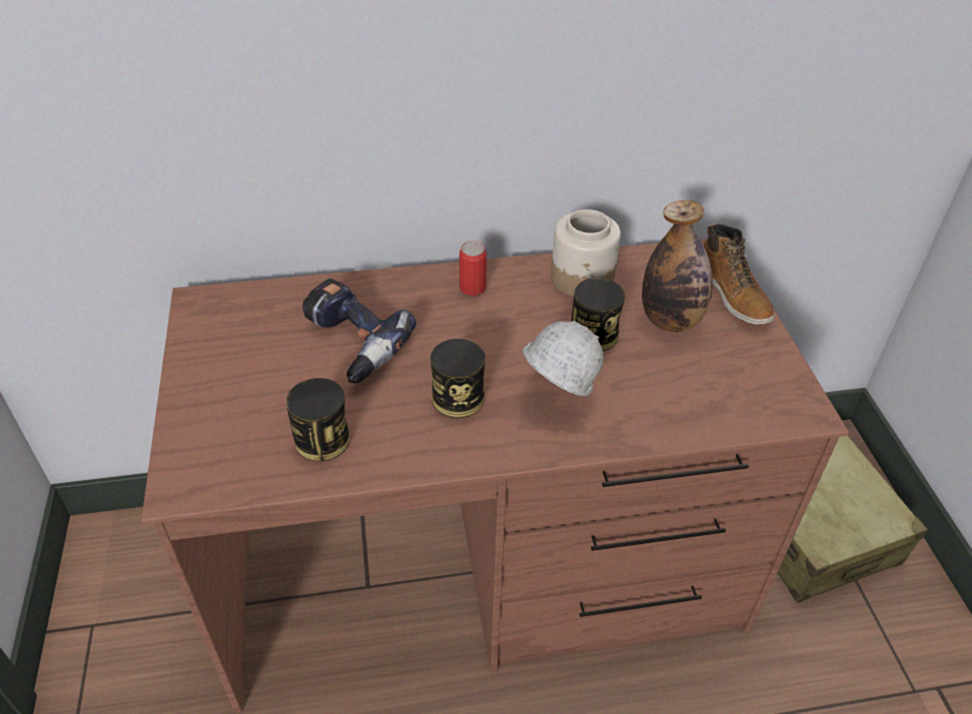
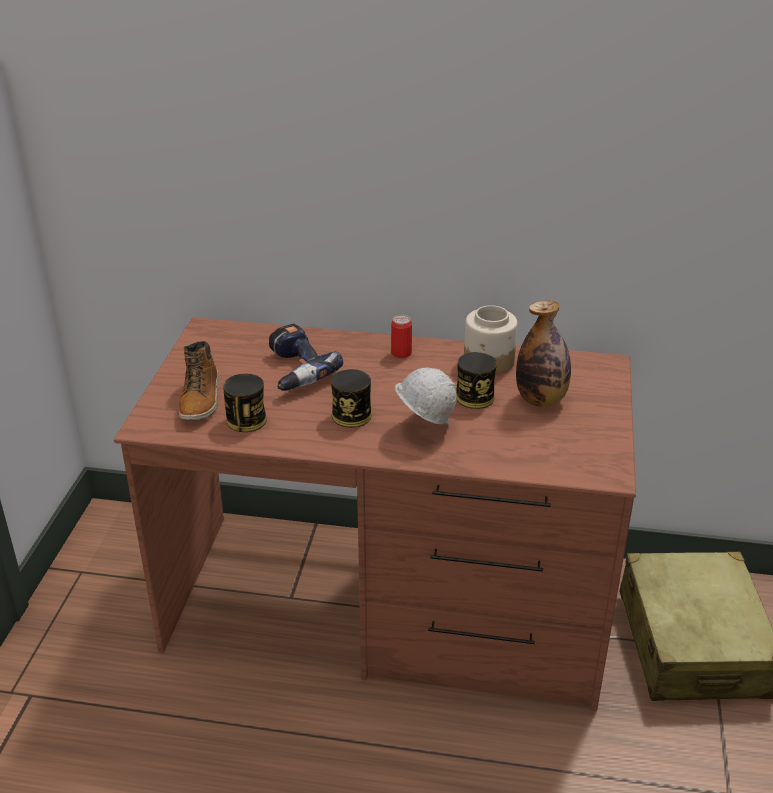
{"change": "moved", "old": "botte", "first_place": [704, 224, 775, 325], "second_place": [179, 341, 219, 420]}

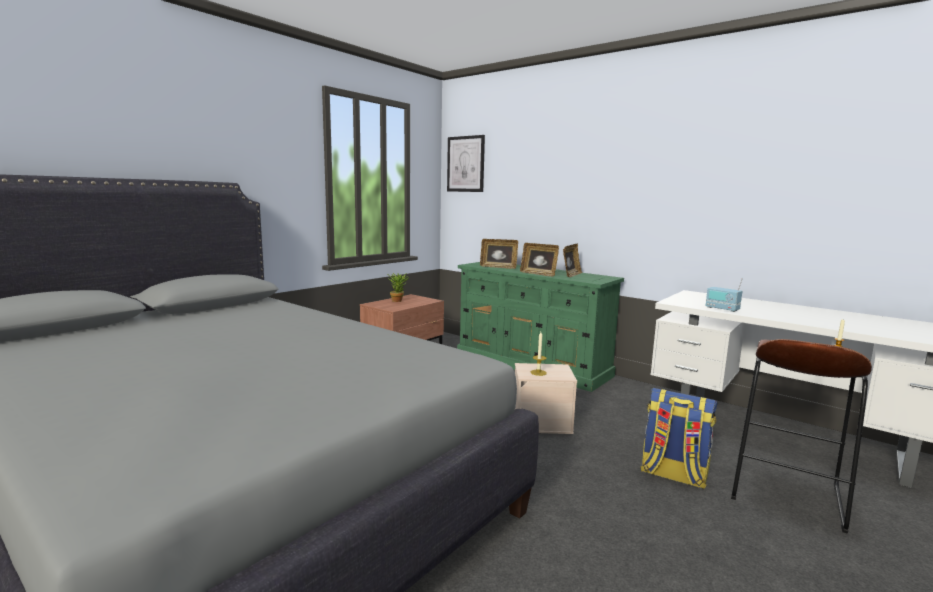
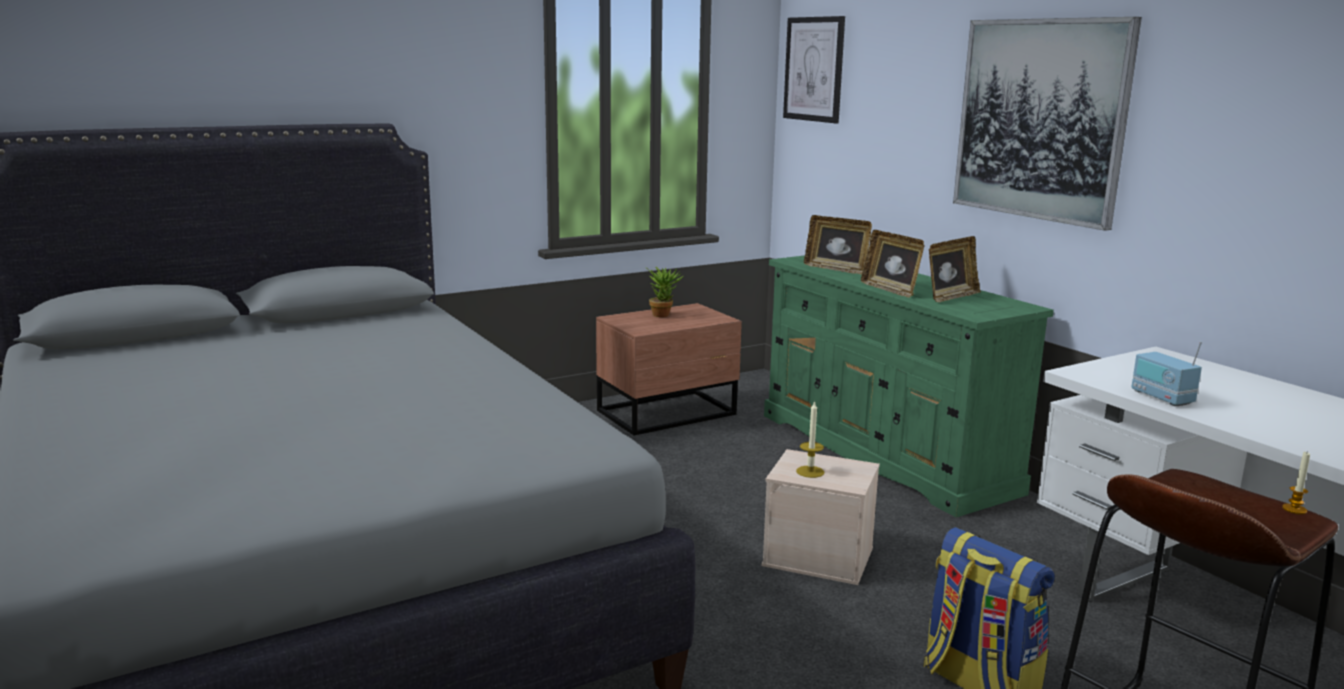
{"change": "added", "new": "tableau", "second_place": [953, 17, 1142, 231]}

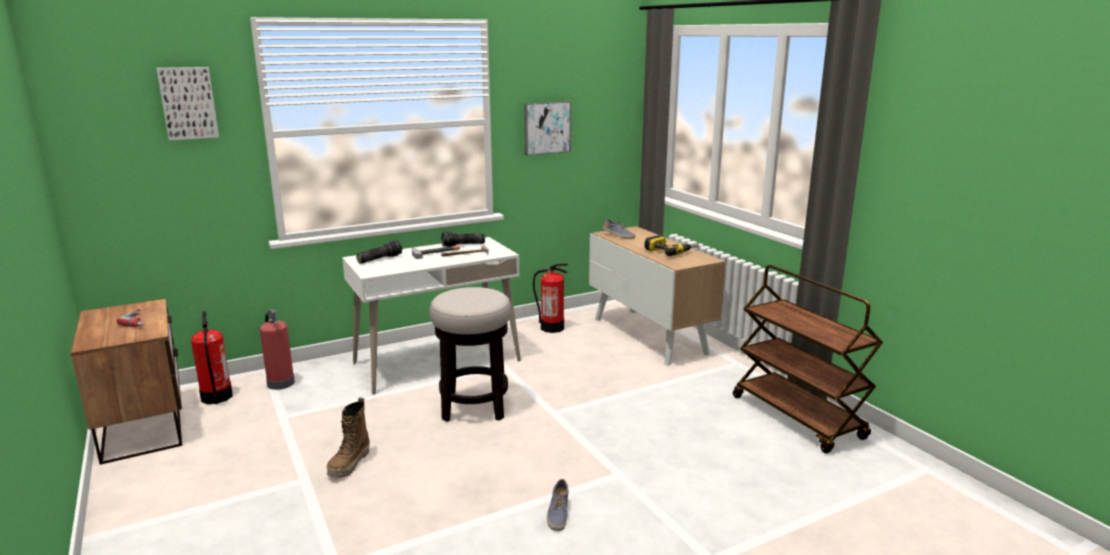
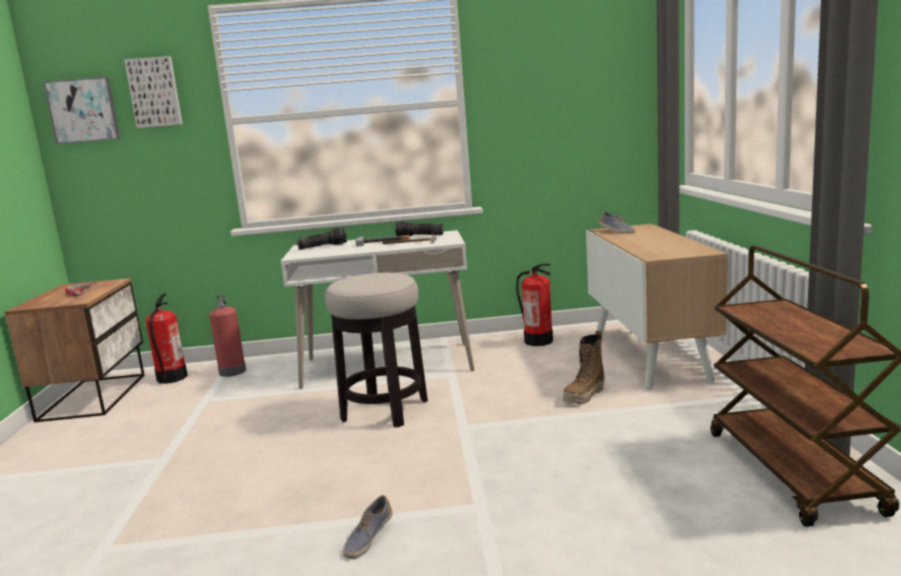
{"change": "moved", "old": "tableau", "first_place": [524, 101, 571, 156], "second_place": [43, 77, 120, 144]}
{"change": "moved", "old": "botte", "first_place": [327, 397, 370, 478], "second_place": [563, 330, 605, 404]}
{"change": "removed", "old": "perceuse", "first_place": [644, 235, 699, 256]}

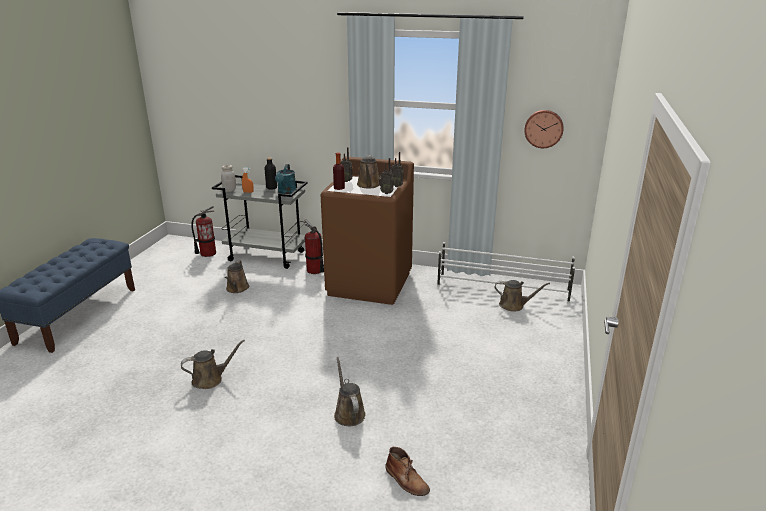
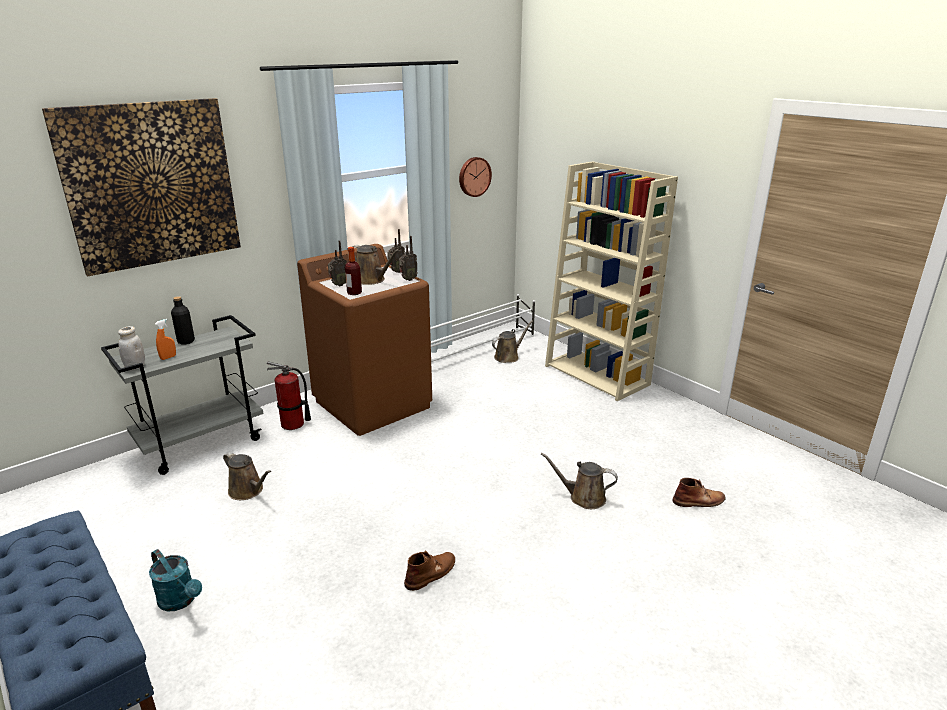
{"change": "added", "new": "tableau", "second_place": [42, 98, 241, 276]}
{"change": "moved", "old": "arrosoir [turquoise]", "first_place": [275, 164, 296, 194], "second_place": [149, 549, 202, 612]}
{"change": "replaced", "old": "arrosoir [marron]", "new": "botte [marron]", "first_place": [181, 340, 245, 389], "second_place": [404, 550, 455, 591]}
{"change": "added", "new": "bibliothèque [beige]", "second_place": [545, 161, 678, 401]}
{"change": "removed", "old": "extincteur", "first_place": [191, 206, 216, 257]}

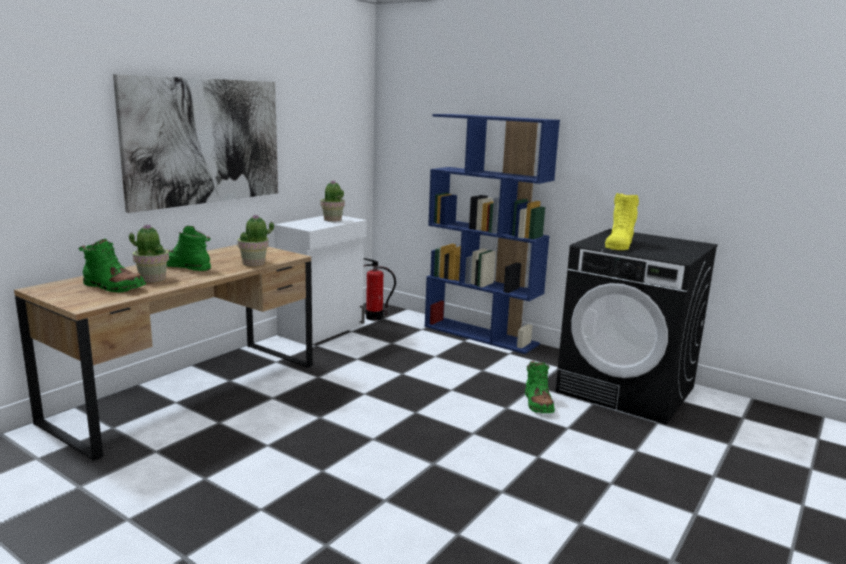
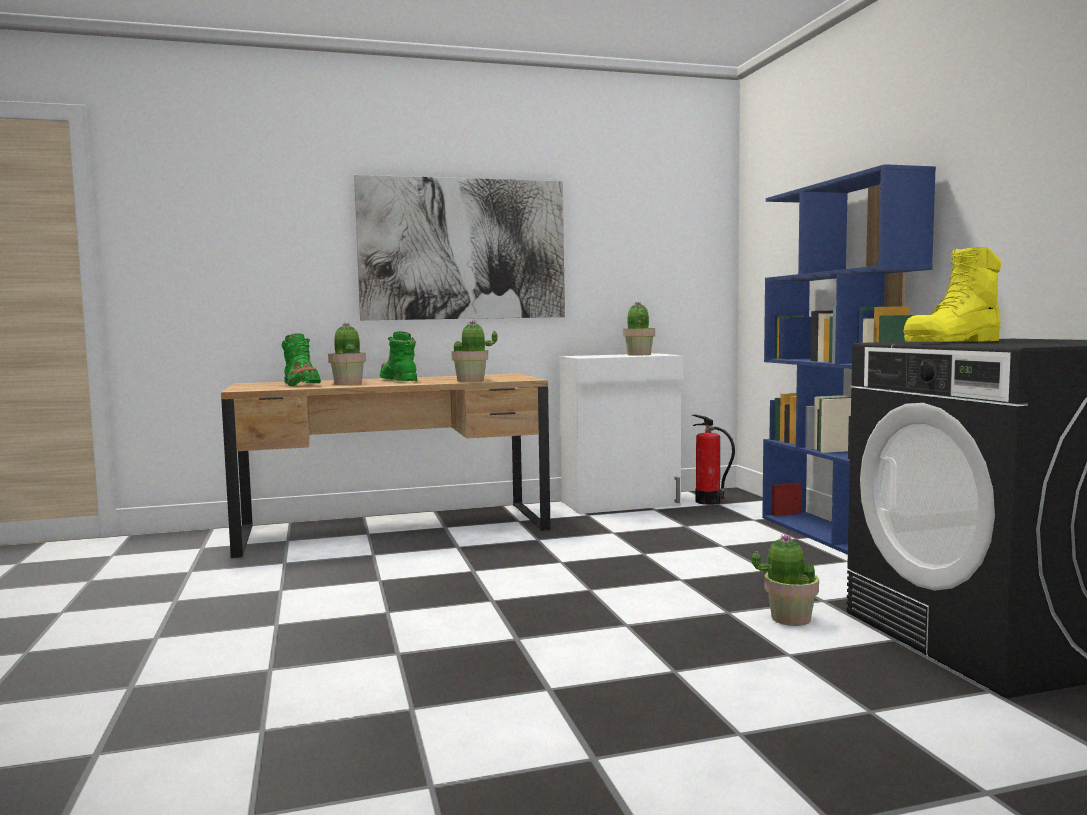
{"change": "replaced", "old": "botte [vert]", "new": "plante en pot", "first_place": [525, 361, 555, 413], "second_place": [752, 534, 819, 626]}

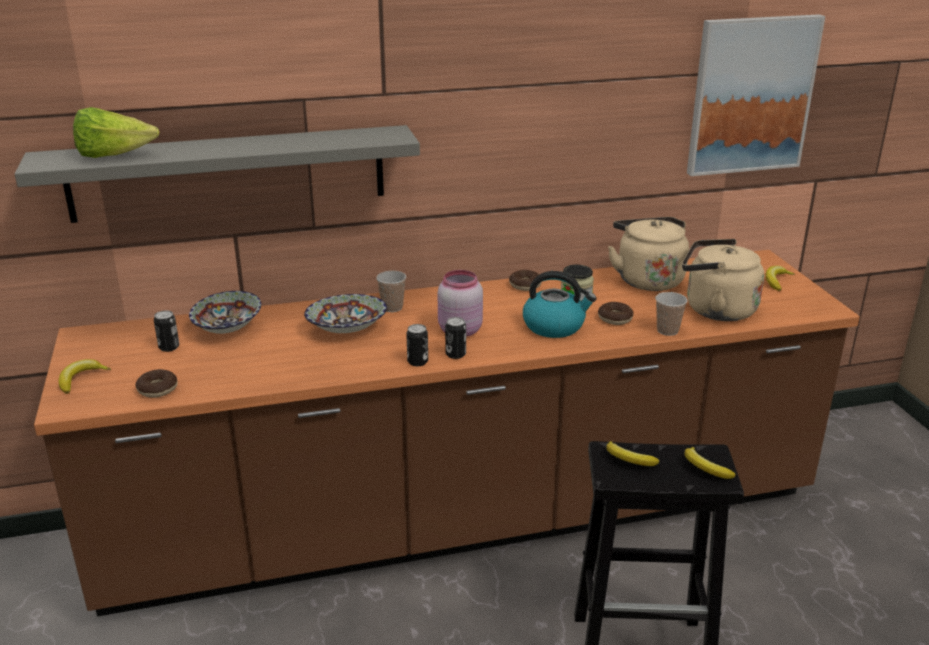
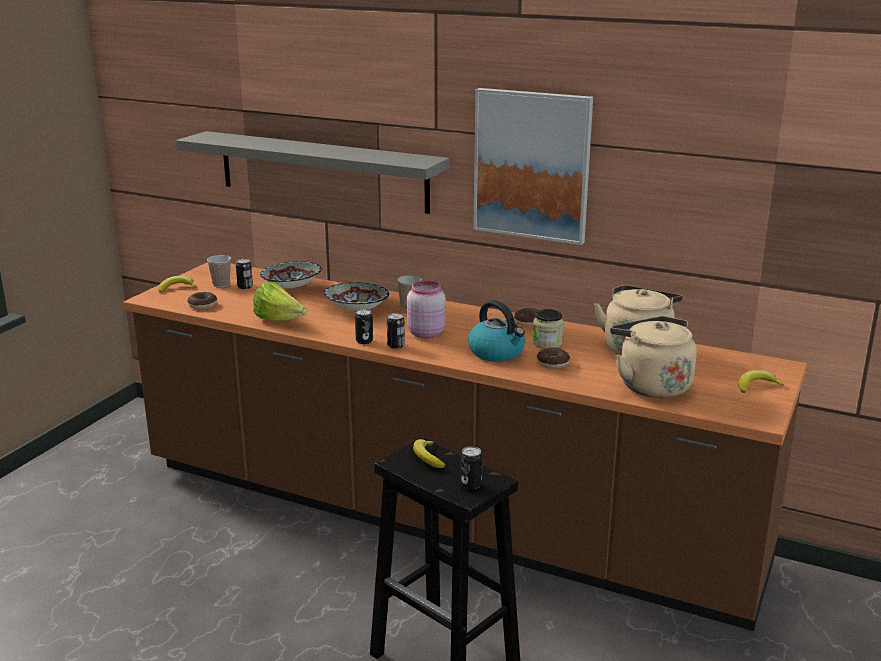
{"change": "moved", "old": "tasse", "first_place": [656, 292, 688, 336], "second_place": [207, 255, 231, 287]}
{"change": "moved", "old": "laitue", "first_place": [73, 107, 159, 158], "second_place": [253, 282, 307, 321]}
{"change": "replaced", "old": "banane", "new": "boîte métallique", "first_place": [685, 447, 736, 479], "second_place": [460, 446, 482, 490]}
{"change": "moved", "old": "tableau", "first_place": [687, 14, 825, 176], "second_place": [473, 88, 593, 245]}

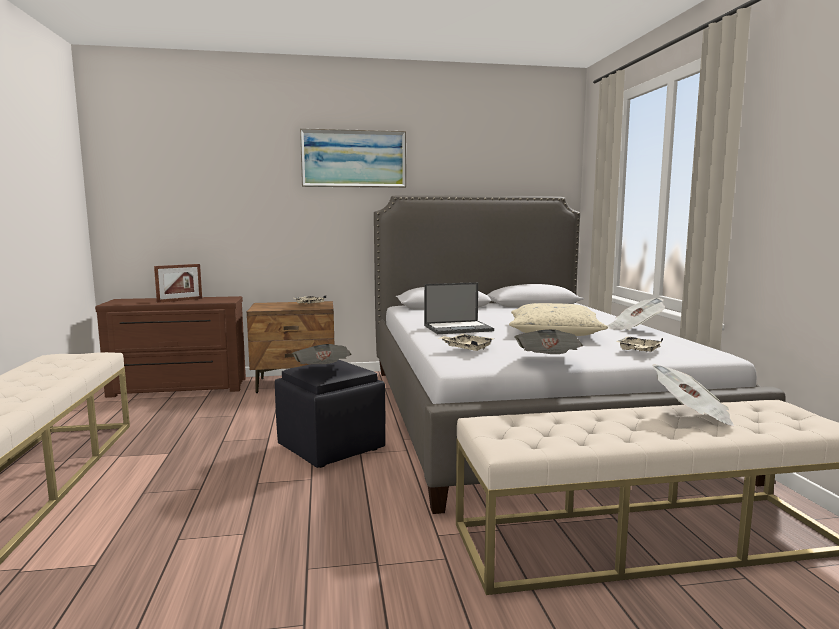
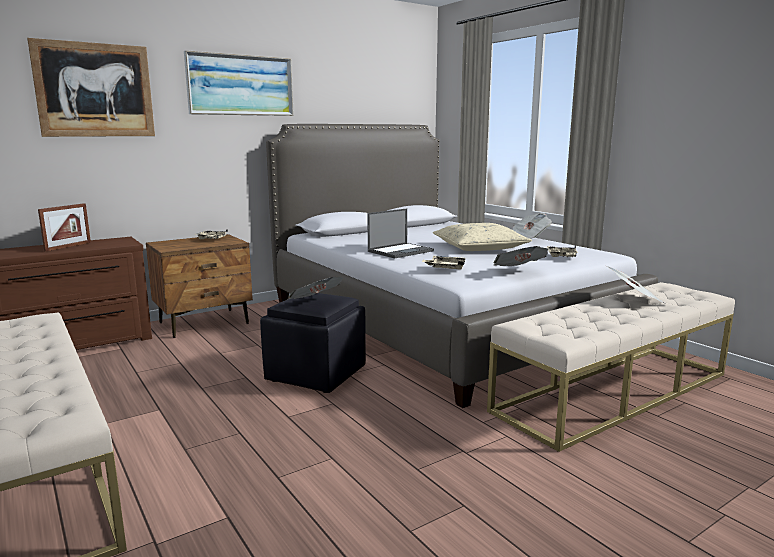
{"change": "added", "new": "tableau", "second_place": [27, 38, 155, 137]}

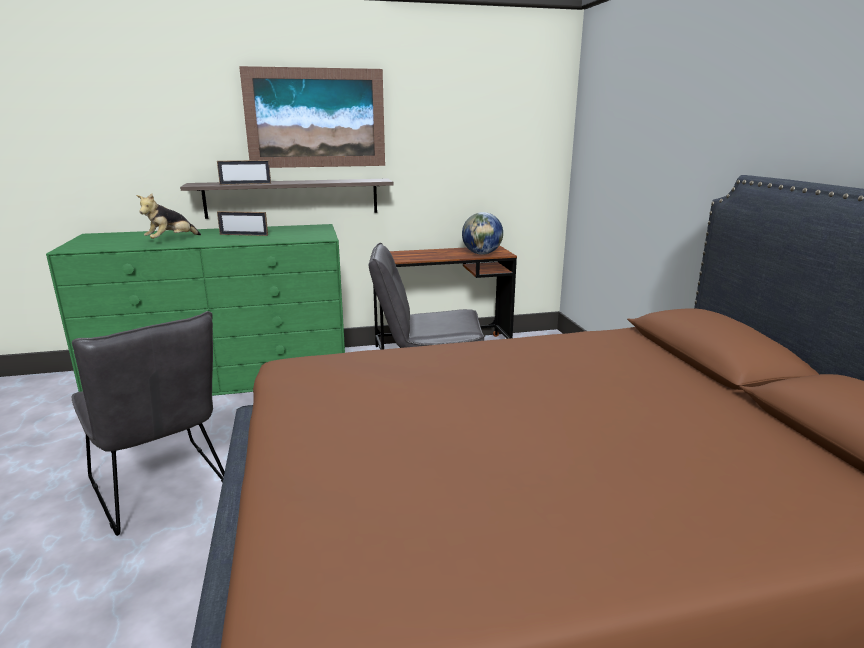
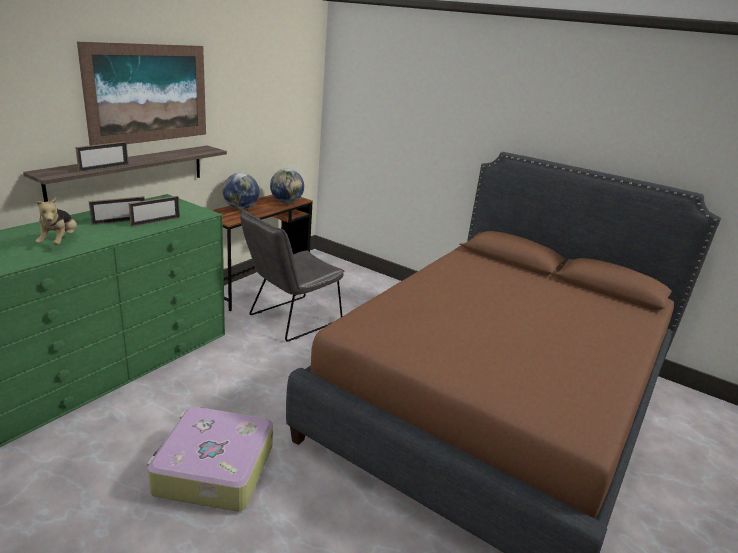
{"change": "added", "new": "cadre photo", "second_place": [128, 196, 180, 227]}
{"change": "replaced", "old": "chaise [gris]", "new": "valise", "first_place": [72, 311, 225, 536], "second_place": [147, 407, 273, 512]}
{"change": "added", "new": "globe", "second_place": [223, 173, 259, 210]}

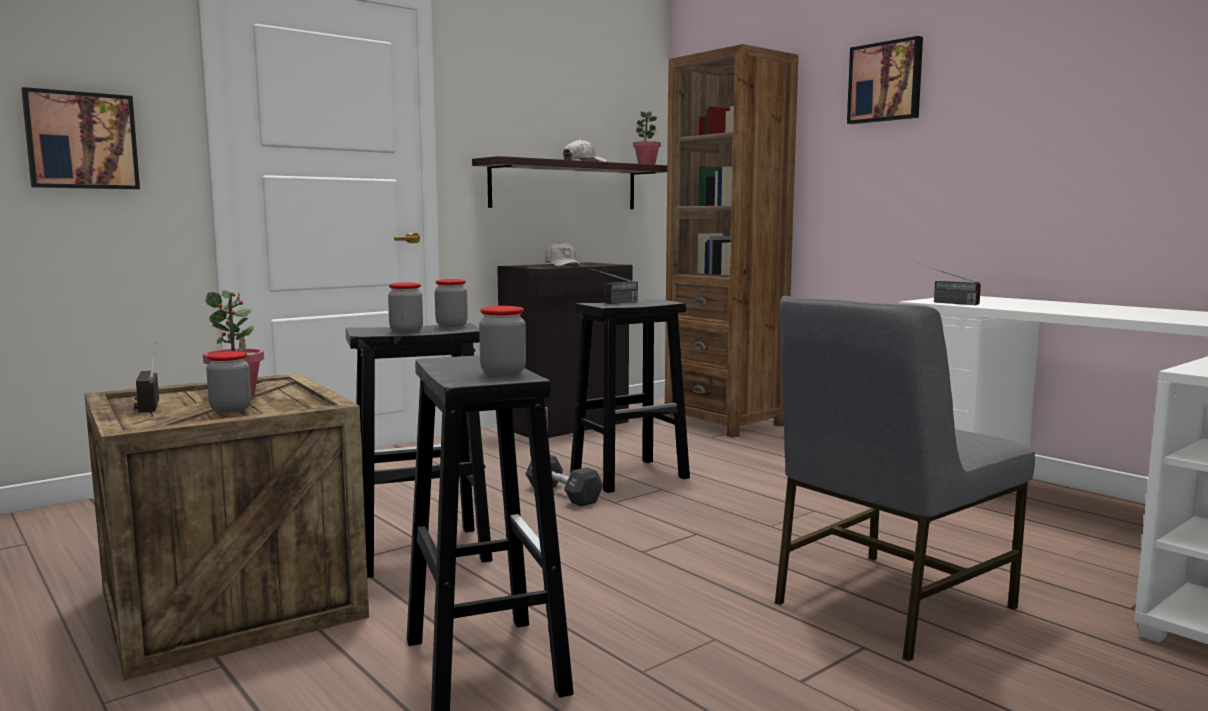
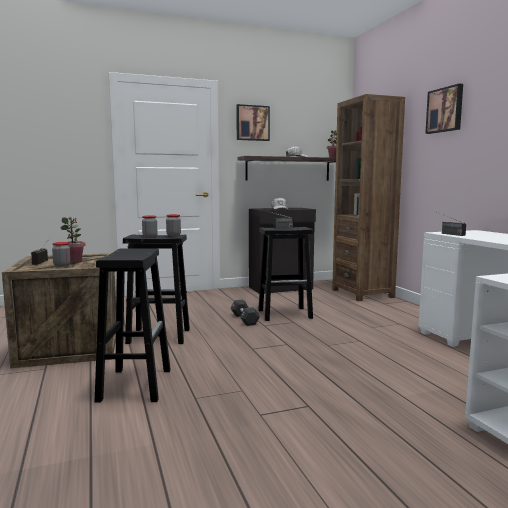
{"change": "moved", "old": "tableau", "first_place": [21, 87, 140, 189], "second_place": [236, 104, 270, 141]}
{"change": "removed", "old": "bocal", "first_place": [479, 306, 526, 376]}
{"change": "removed", "old": "chaise [gris]", "first_place": [775, 296, 1035, 662]}

